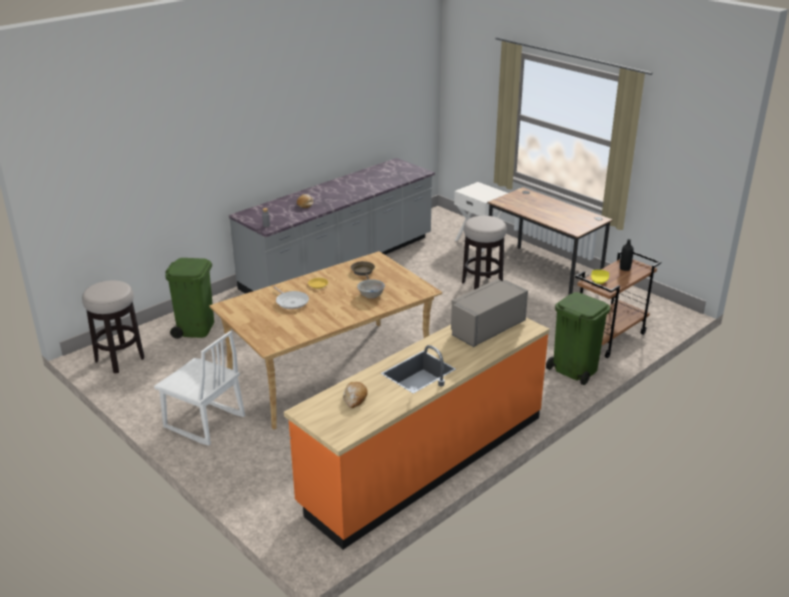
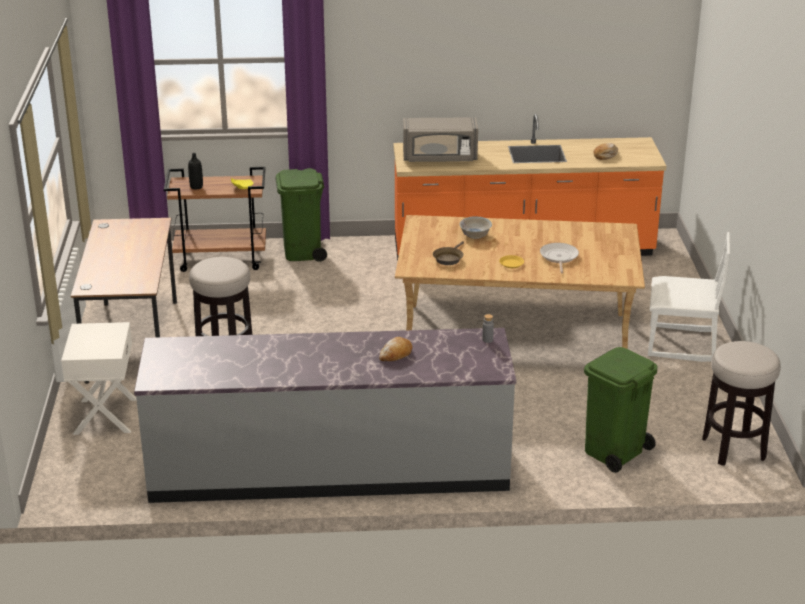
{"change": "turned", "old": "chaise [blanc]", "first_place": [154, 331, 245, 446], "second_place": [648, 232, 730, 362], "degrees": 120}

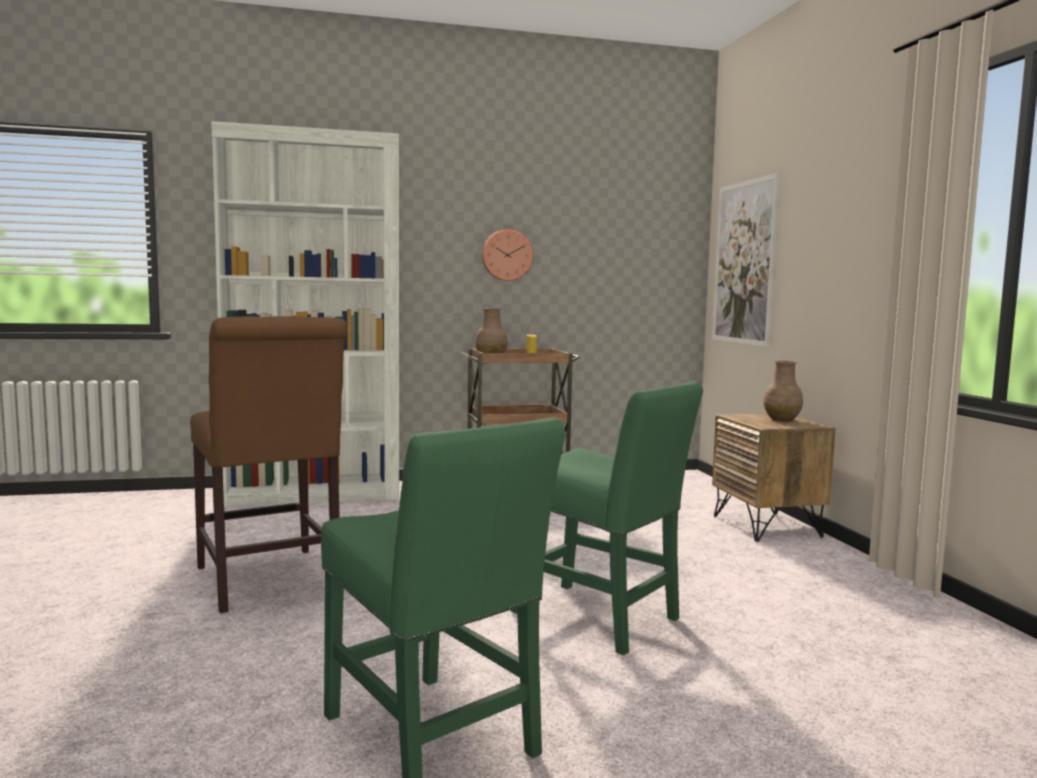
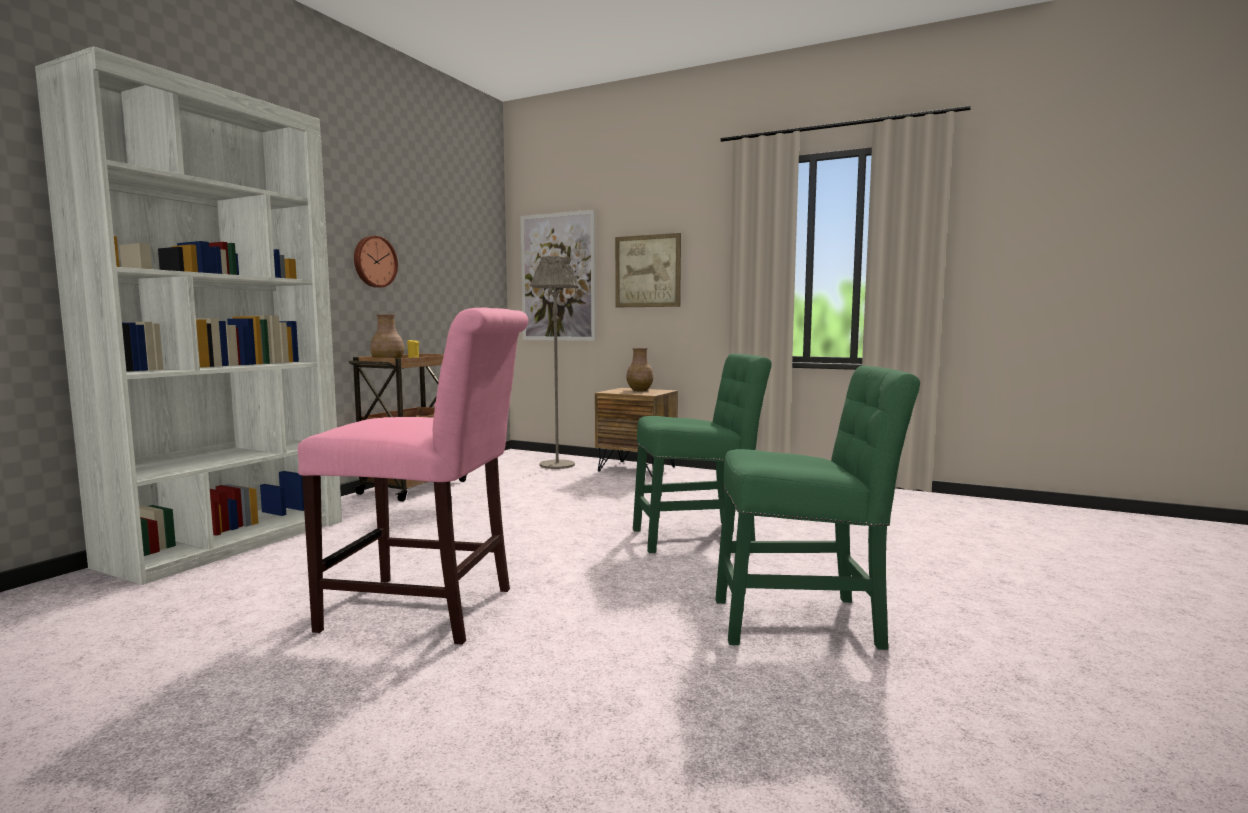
{"change": "recoloured", "old": "chaise [marron]", "new": "chaise [rose]", "first_place": [190, 316, 347, 613], "second_place": [298, 307, 528, 645]}
{"change": "added", "new": "lampadaire [gris]", "second_place": [531, 256, 578, 469]}
{"change": "added", "new": "tableau", "second_place": [615, 233, 681, 307]}

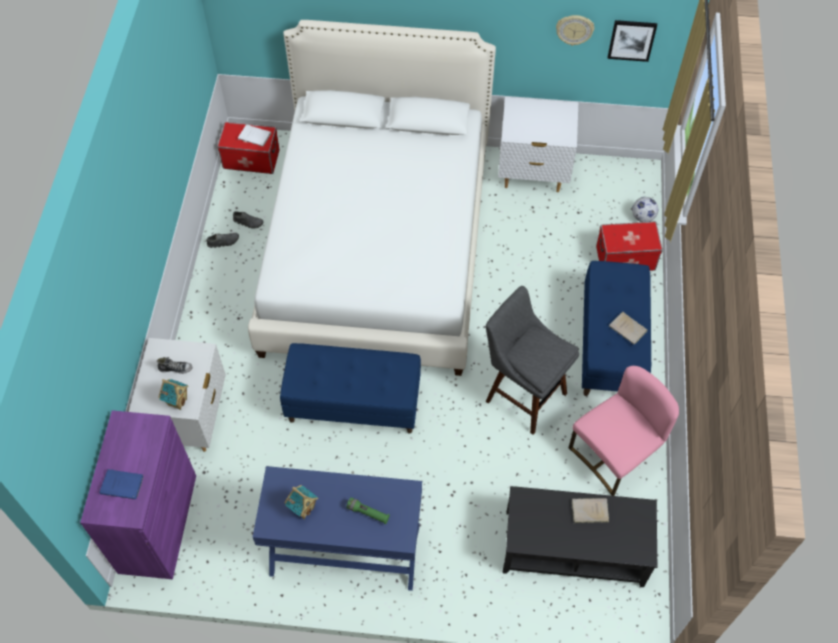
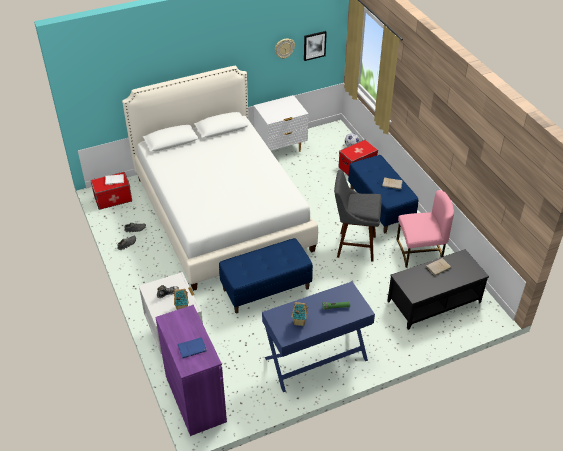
{"change": "turned", "old": "chaise [rose]", "first_place": [569, 366, 679, 496], "second_place": [397, 190, 454, 268], "degrees": 60}

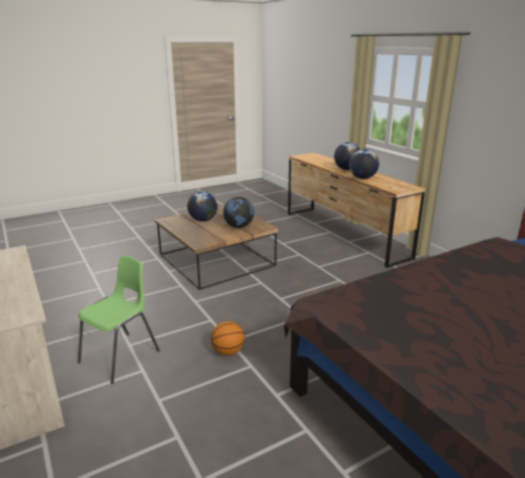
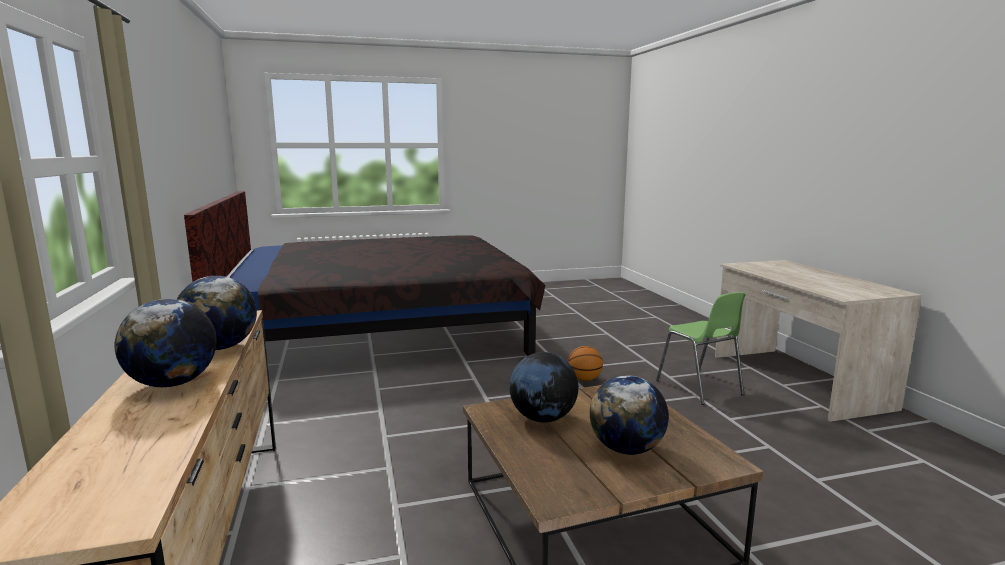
{"change": "turned", "old": "chaise [vert]", "first_place": [78, 256, 160, 384], "second_place": [656, 292, 746, 405], "degrees": -75}

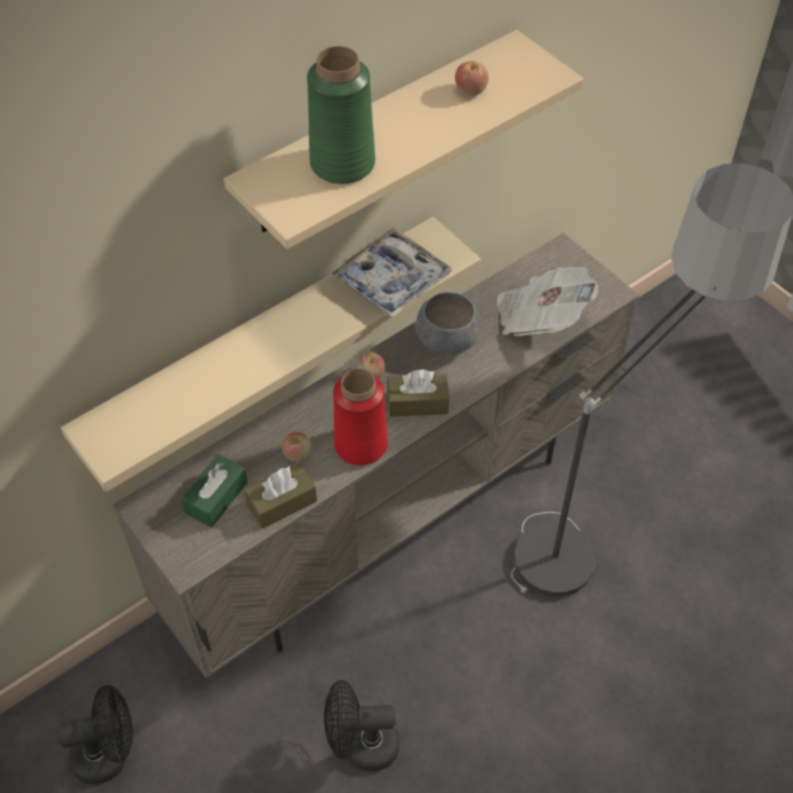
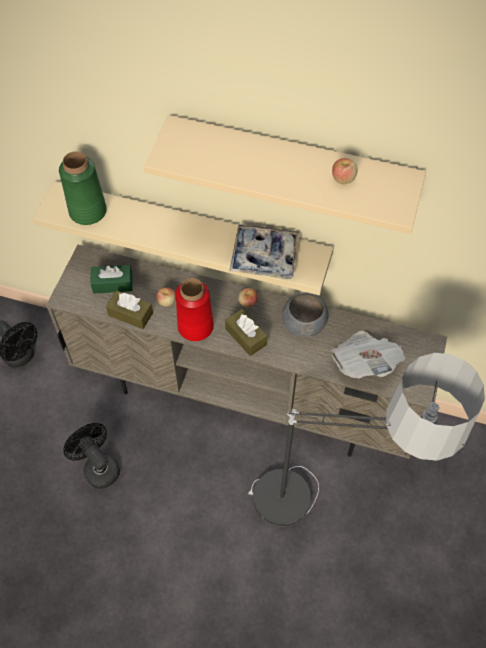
{"change": "moved", "old": "vase [vert]", "first_place": [307, 46, 375, 184], "second_place": [59, 152, 107, 225]}

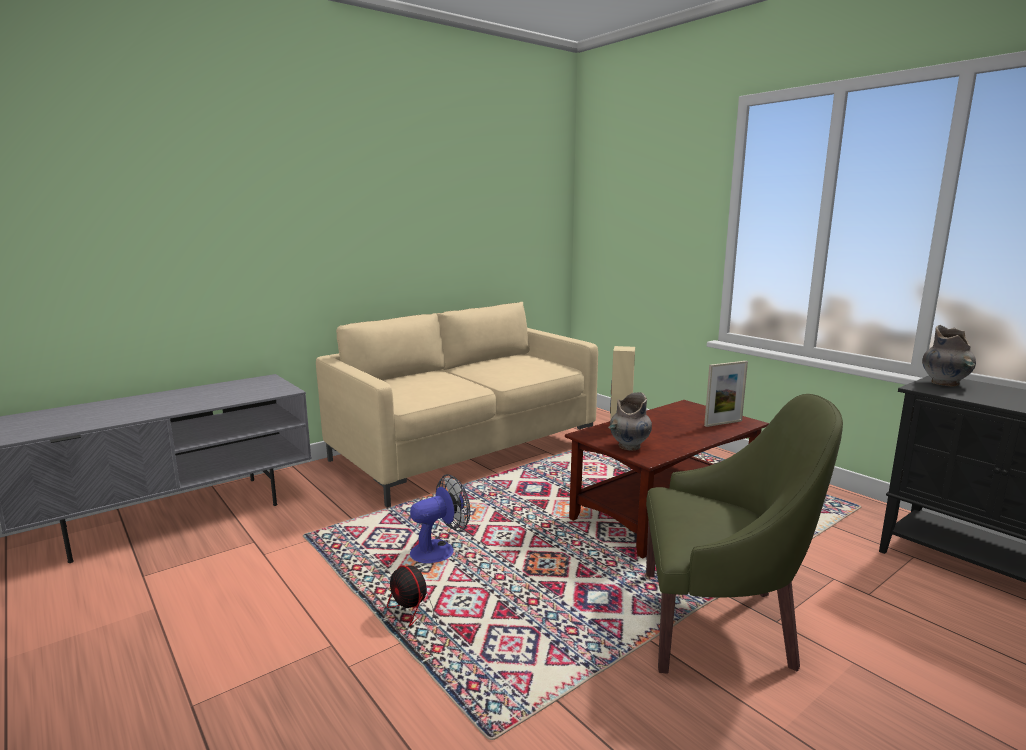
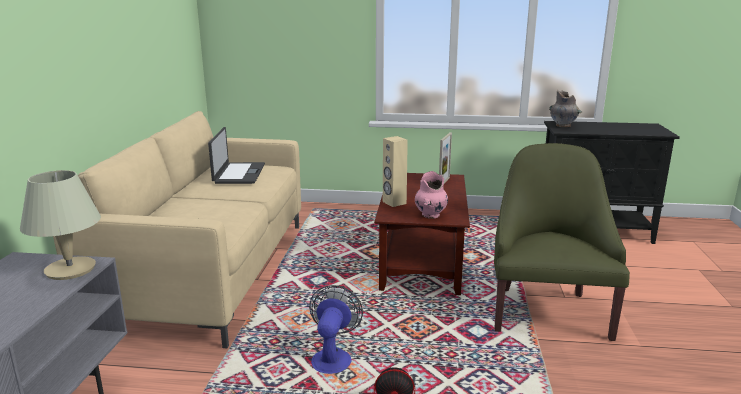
{"change": "added", "new": "lampe de table [beige]", "second_place": [20, 170, 101, 280]}
{"change": "added", "new": "ordinateur portable", "second_place": [208, 127, 265, 184]}
{"change": "recoloured", "old": "vase [gris]", "new": "vase [rose]", "first_place": [608, 392, 652, 450], "second_place": [415, 171, 448, 219]}
{"change": "turned", "old": "fauteuil [vert]", "first_place": [646, 394, 843, 674], "second_place": [494, 143, 630, 341], "degrees": -45}

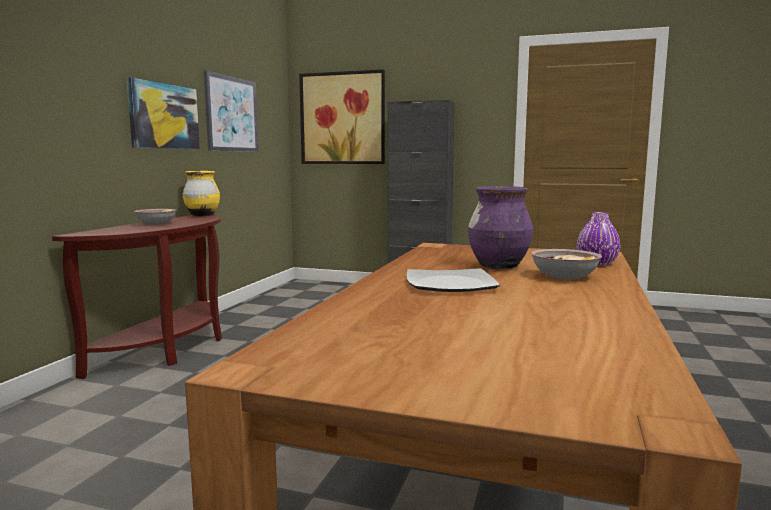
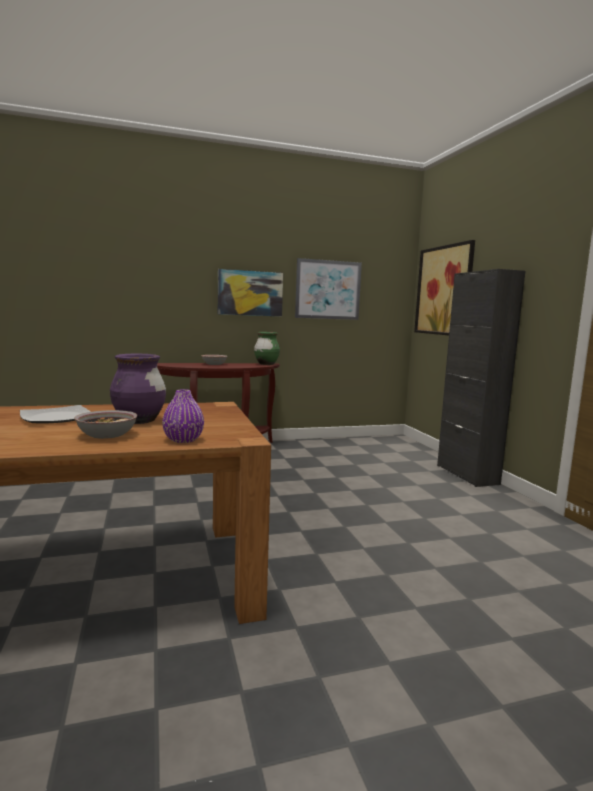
{"change": "recoloured", "old": "vase [jaune]", "new": "vase [vert]", "first_place": [183, 171, 220, 217], "second_place": [254, 332, 280, 365]}

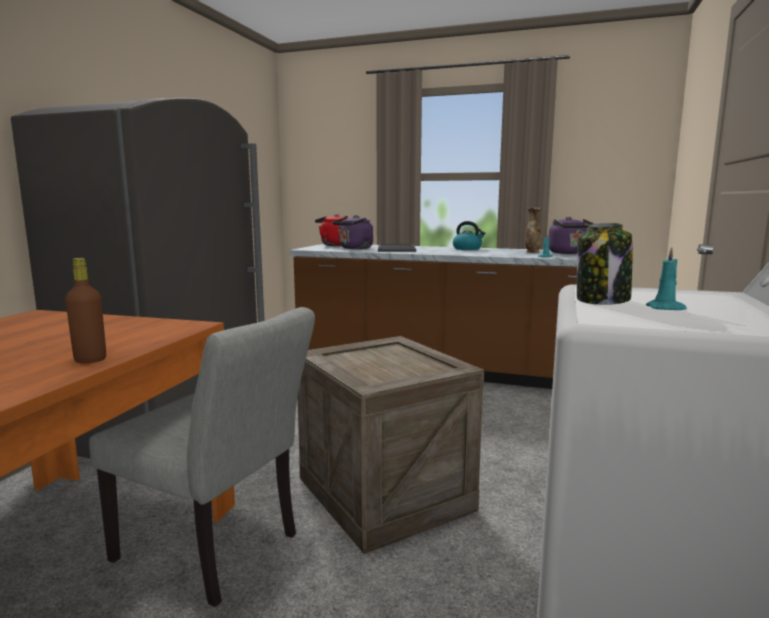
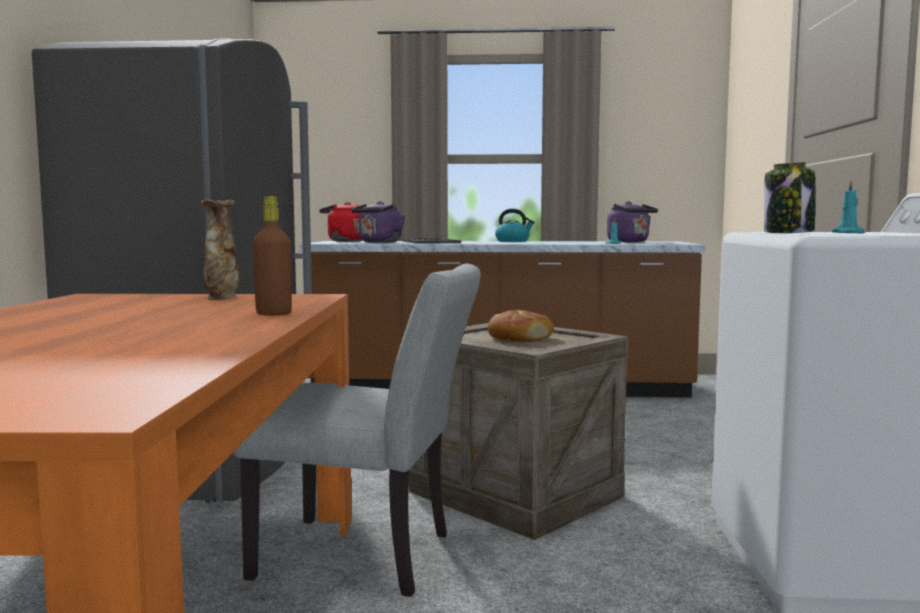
{"change": "moved", "old": "vase", "first_place": [525, 208, 542, 253], "second_place": [201, 200, 239, 300]}
{"change": "added", "new": "pain", "second_place": [488, 310, 554, 341]}

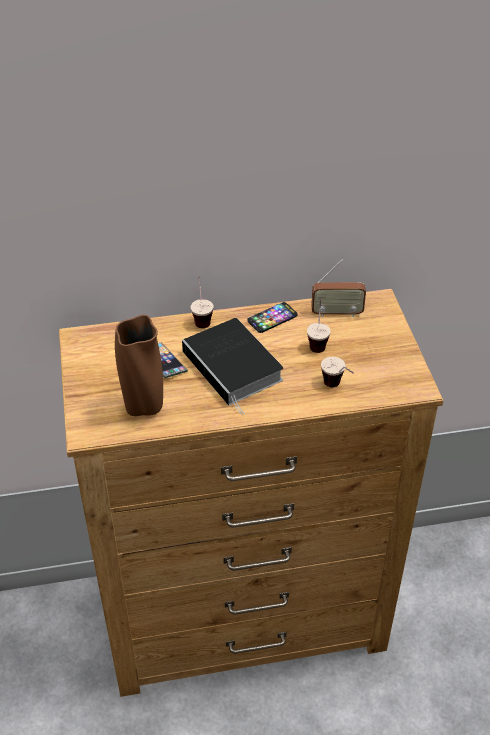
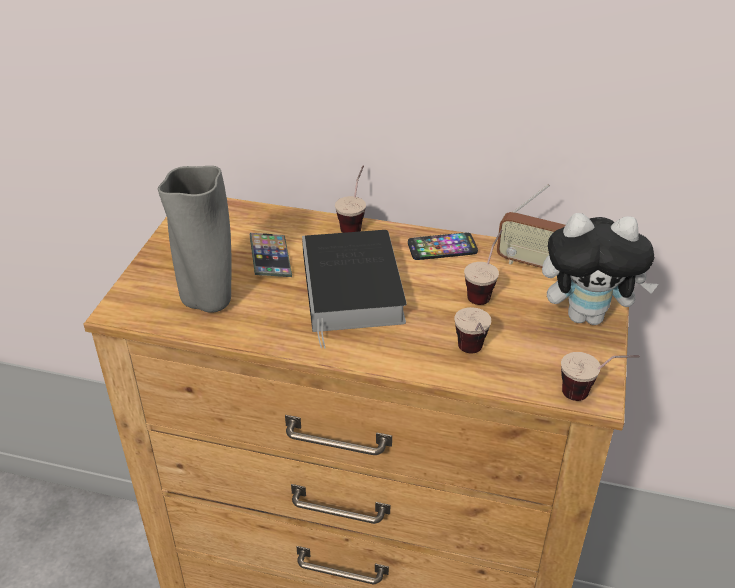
{"change": "recoloured", "old": "vase [marron]", "new": "vase [gris]", "first_place": [115, 315, 163, 416], "second_place": [158, 166, 231, 313]}
{"change": "added", "new": "peluche", "second_place": [542, 213, 659, 325]}
{"change": "added", "new": "tasse", "second_place": [561, 352, 640, 401]}

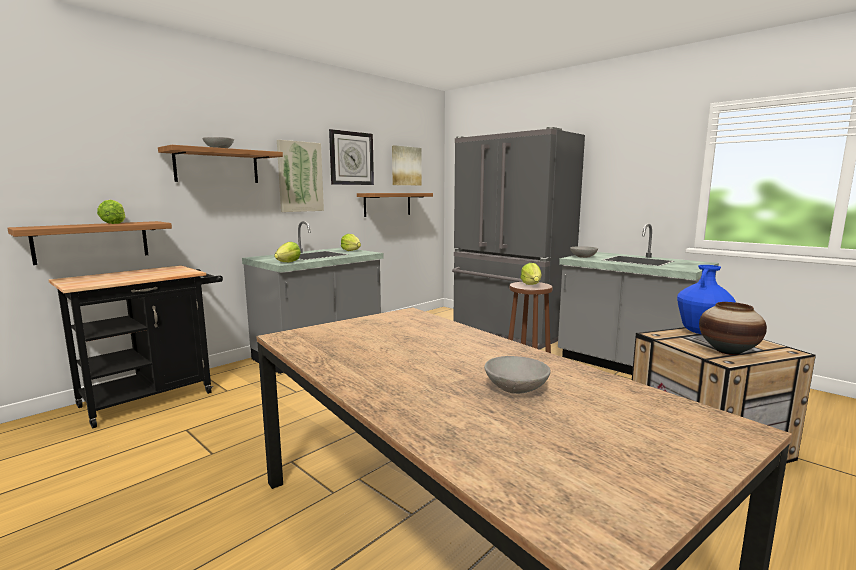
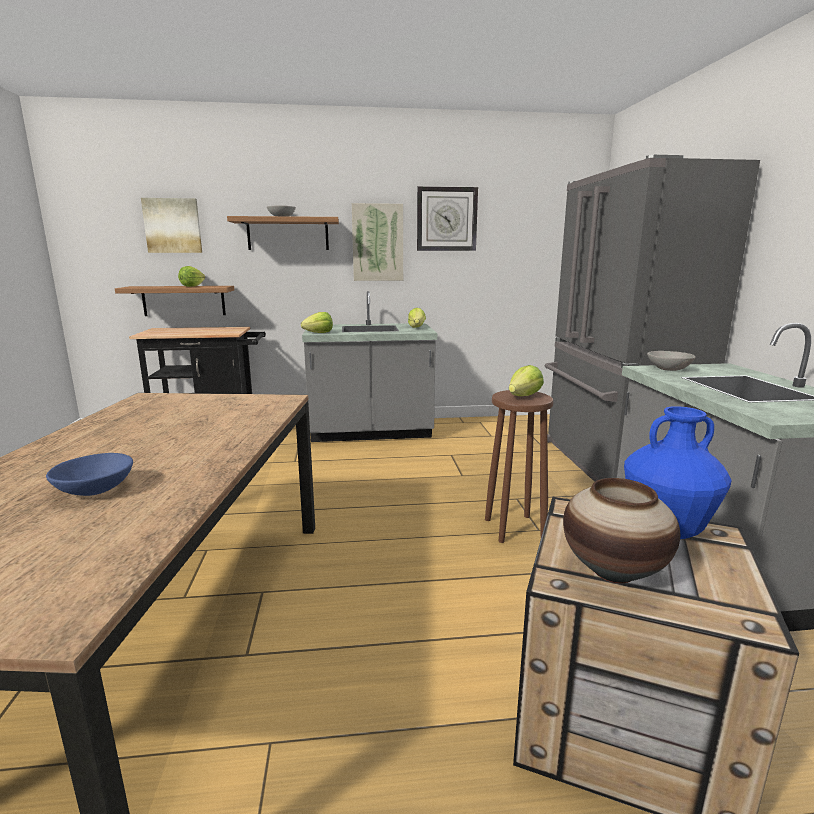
{"change": "recoloured", "old": "bol [gris]", "new": "bol [bleu]", "first_place": [484, 356, 551, 394], "second_place": [46, 453, 133, 496]}
{"change": "moved", "old": "tableau", "first_place": [392, 145, 421, 185], "second_place": [141, 198, 202, 253]}
{"change": "removed", "old": "étagère", "first_place": [357, 193, 433, 217]}

